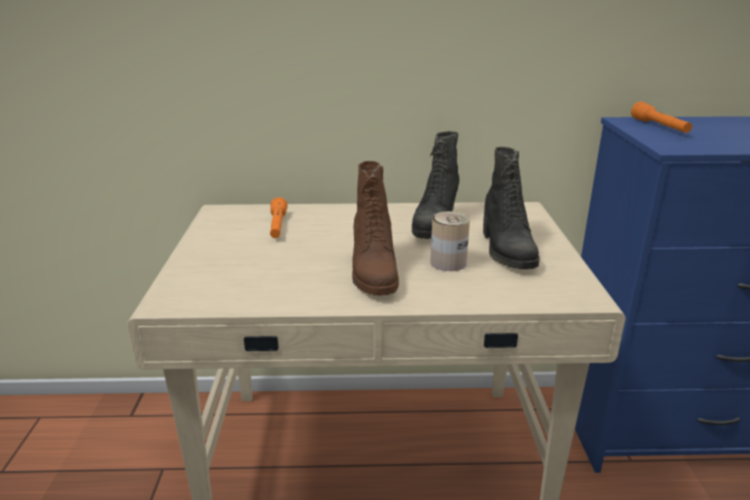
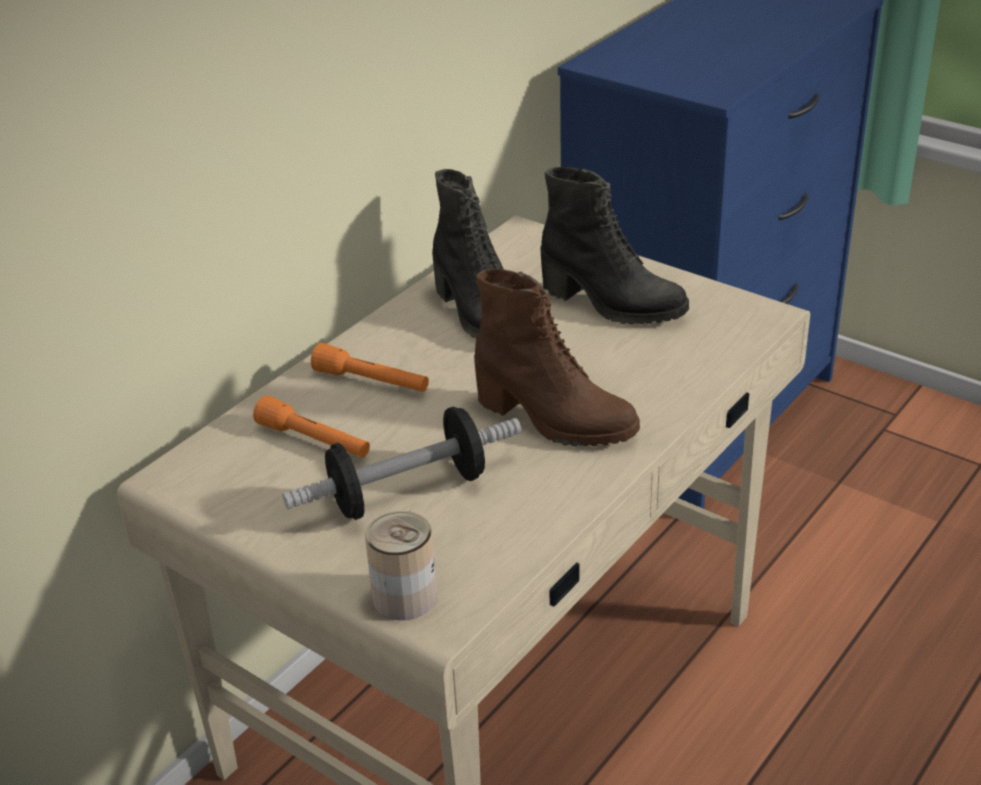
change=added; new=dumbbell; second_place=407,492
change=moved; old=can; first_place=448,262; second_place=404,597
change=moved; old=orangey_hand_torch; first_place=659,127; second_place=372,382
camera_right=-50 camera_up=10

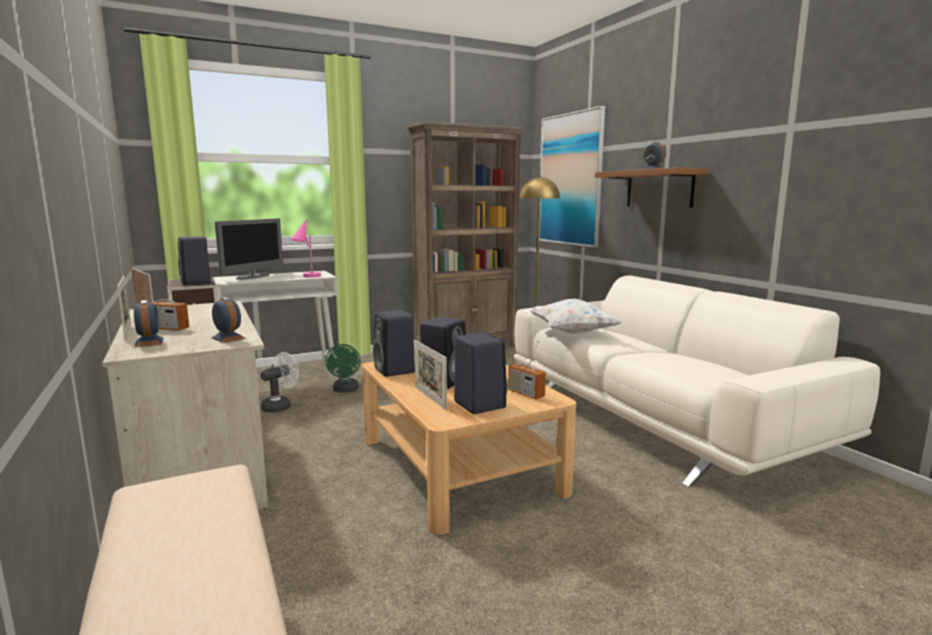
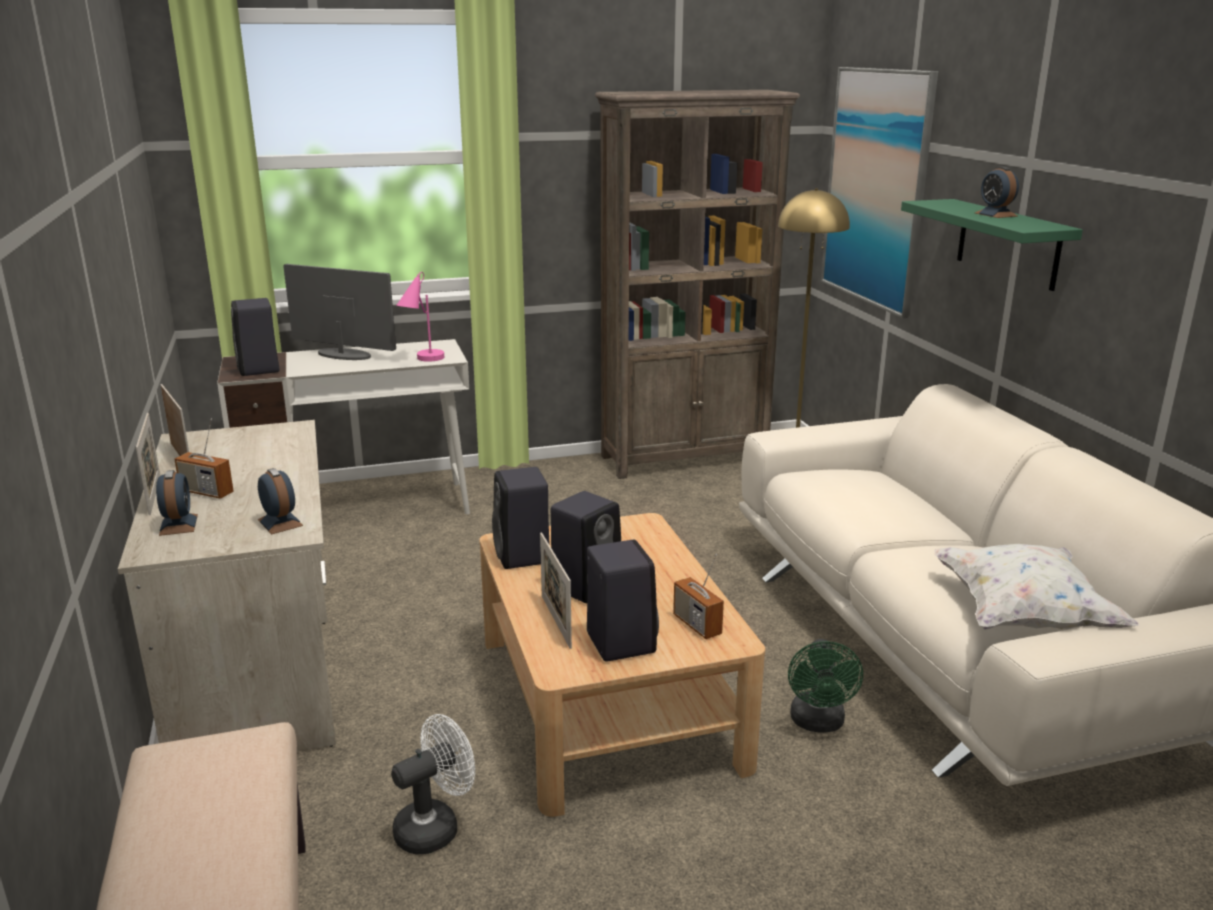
change=moved; old=white_electric_fan; first_place=280,406; second_place=435,827
change=moved; old=greenish_electric_fan; first_place=345,390; second_place=818,723
change=moved; old=white_throw_pillow; first_place=571,332; second_place=1021,615
change=recoloured; old=brownish_wall_shelf; new=greenish_wall_shelf; first_place=659,189; second_place=1008,243
change=turned; old=monitor; first_place=253,276; second_place=343,355; degrees=-105
camera_right=10 camera_up=10

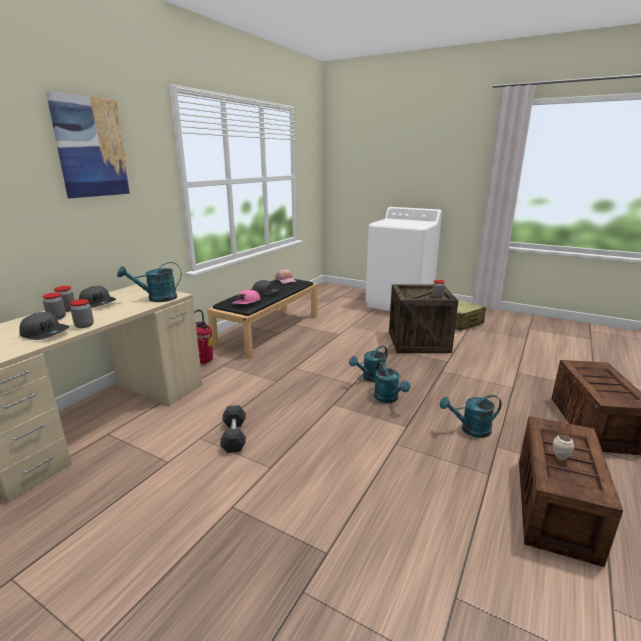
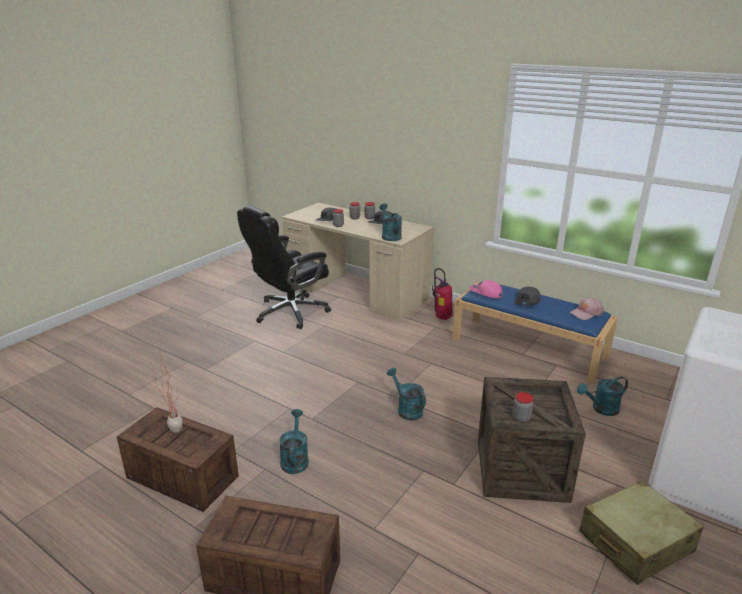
change=removed; old=wall_art; first_place=91,147
change=removed; old=grey_dumbbell; first_place=234,436
change=added; new=black_office_chair; second_place=290,312
change=moved; old=turquoise_watering_can; first_place=388,399; second_place=601,409
change=recoloured; old=black_indoor_bench; new=bluish_indoor_bench; first_place=269,330; second_place=529,348
camera_right=95 camera_up=5

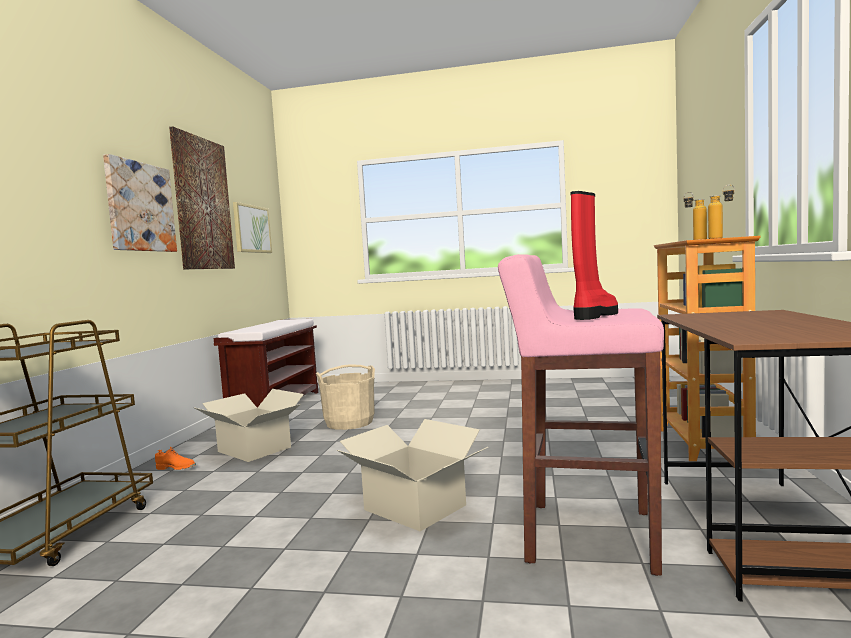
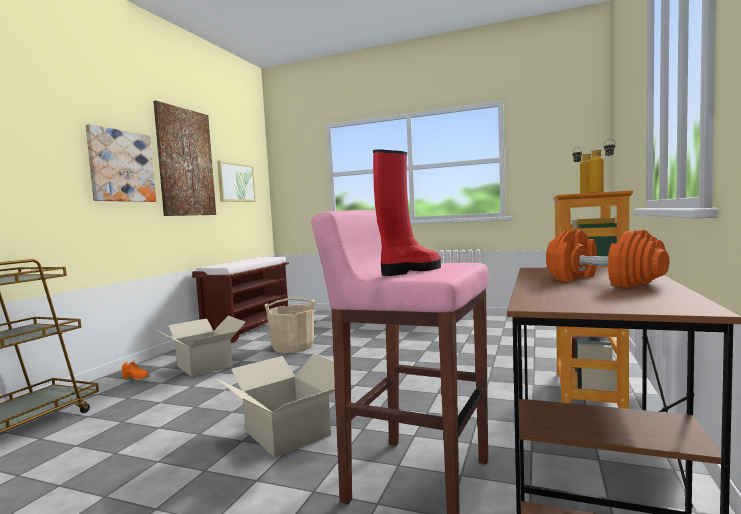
change=added; new=orangey_dumbbell; second_place=602,281
camera_right=10 camera_up=0

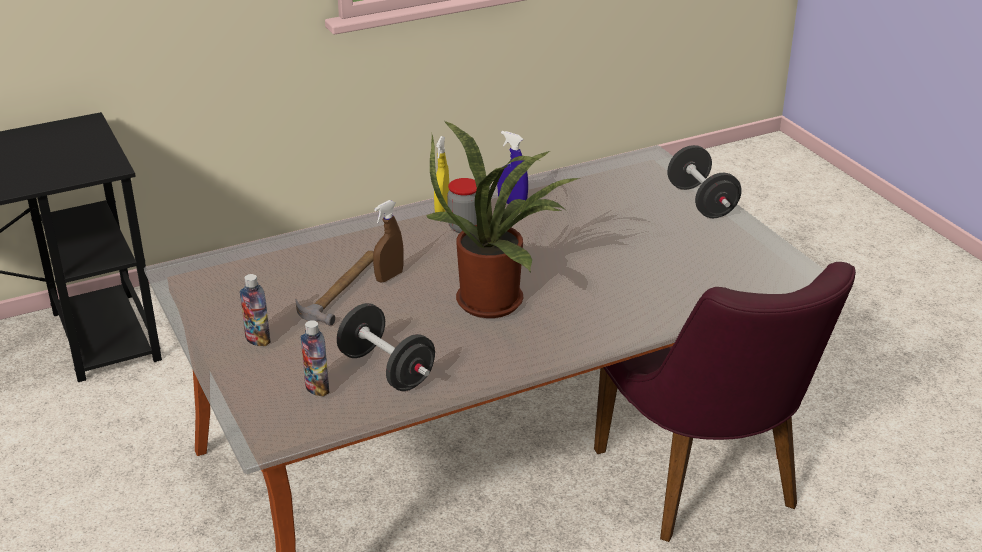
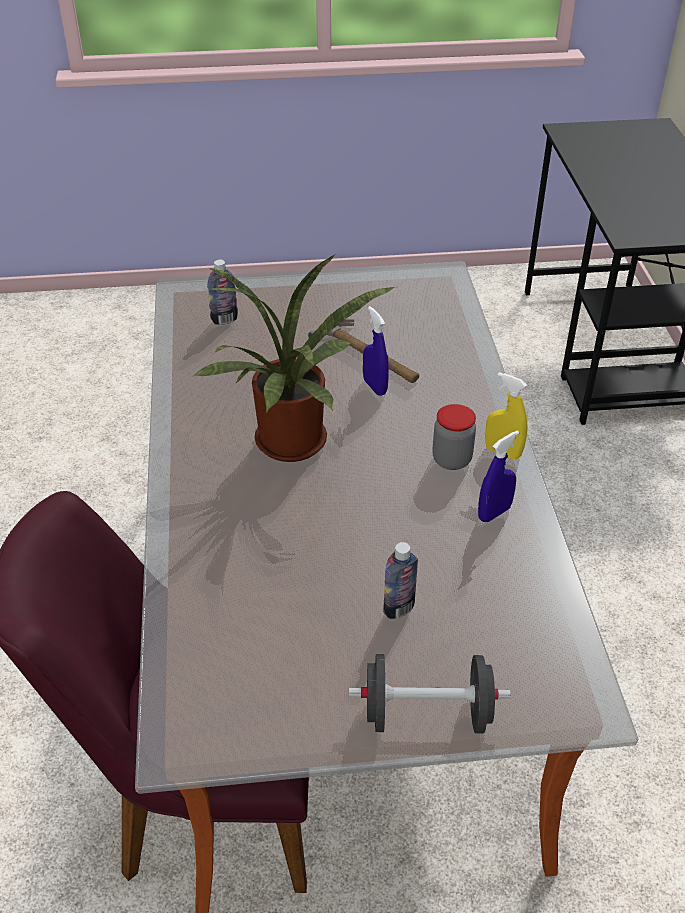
change=removed; old=black_dumbbell; first_place=386,370
change=moved; old=beverage_bottle; first_place=258,340; second_place=399,608
change=recoloured; old=brownish_hand_sprayer; new=bluish_hand_sprayer; first_place=389,276; second_place=374,387
camera_right=110 camera_up=10

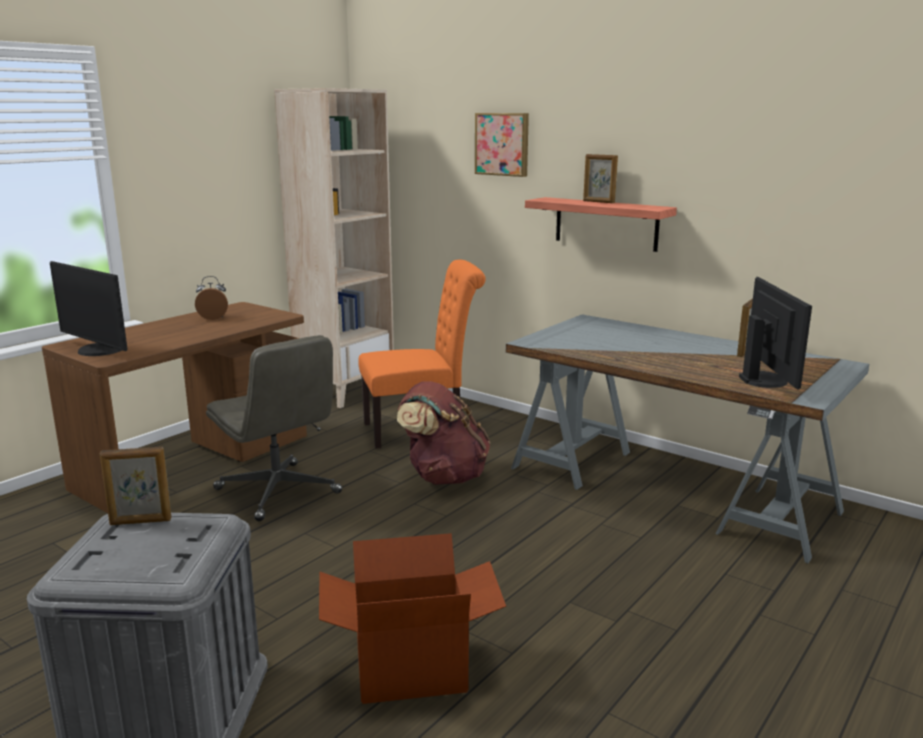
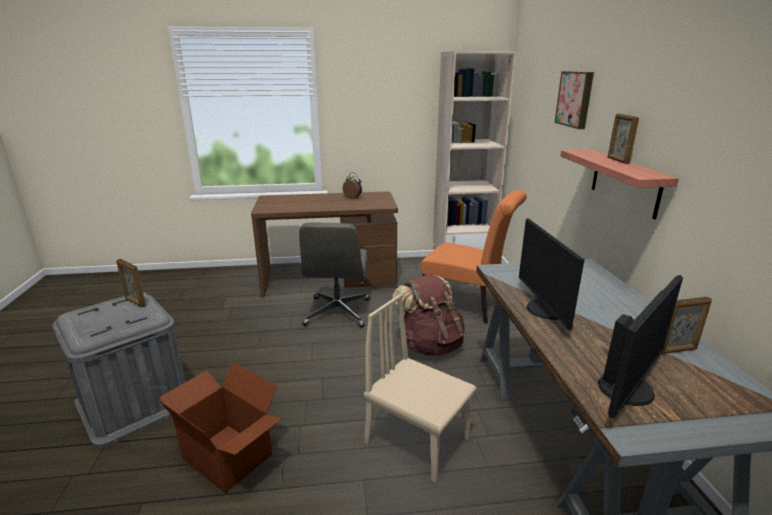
change=added; new=beige-coloured_upright_chair; second_place=417,440
change=moved; old=monitor; first_place=98,350; second_place=545,310
camera_right=45 camera_up=5

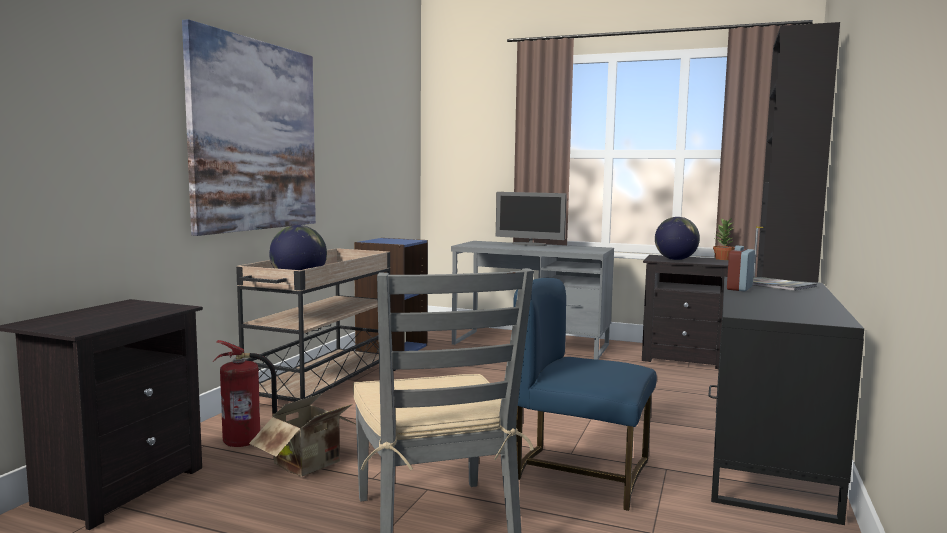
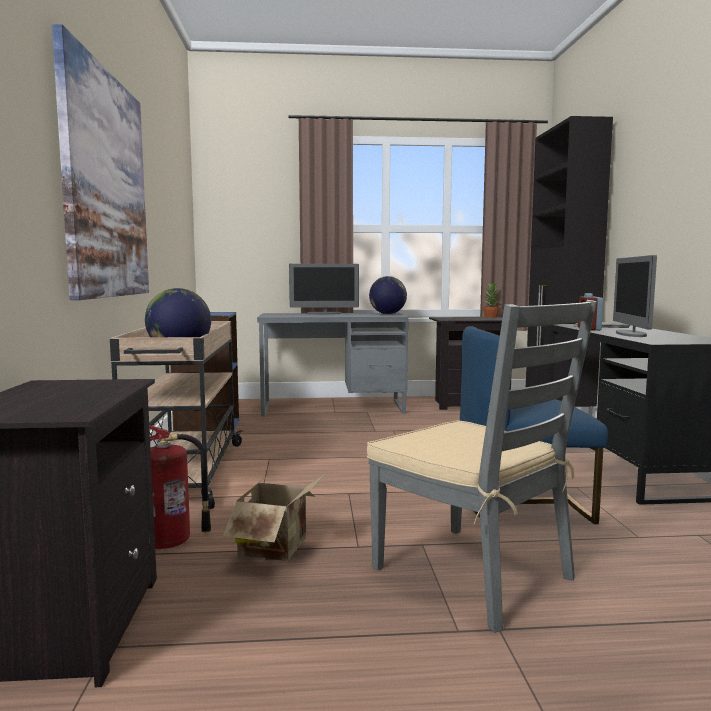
change=added; new=monitor; second_place=631,334
change=moved; old=world_globe; first_place=675,259; second_place=387,314
camera_right=-25 camera_up=0

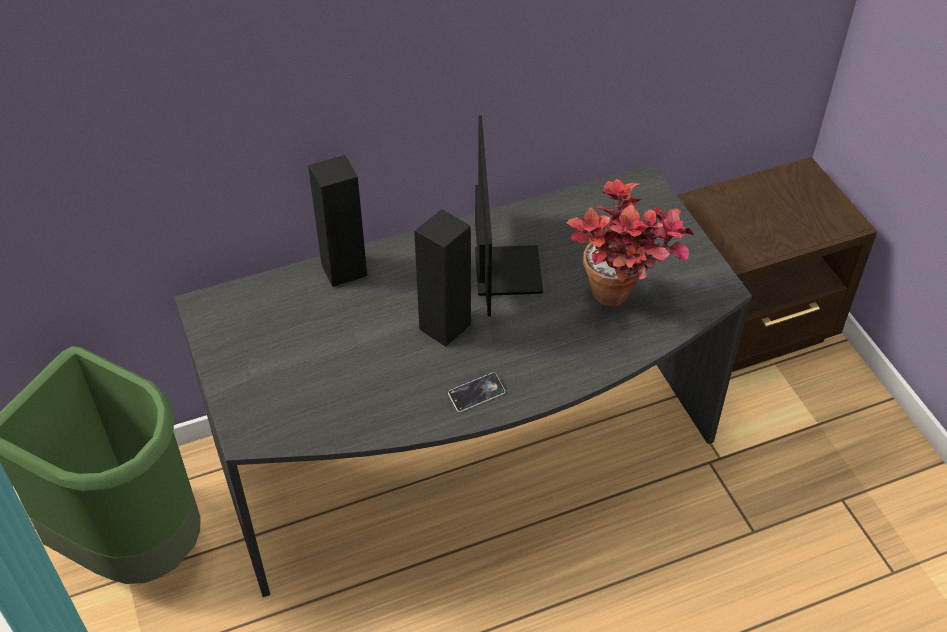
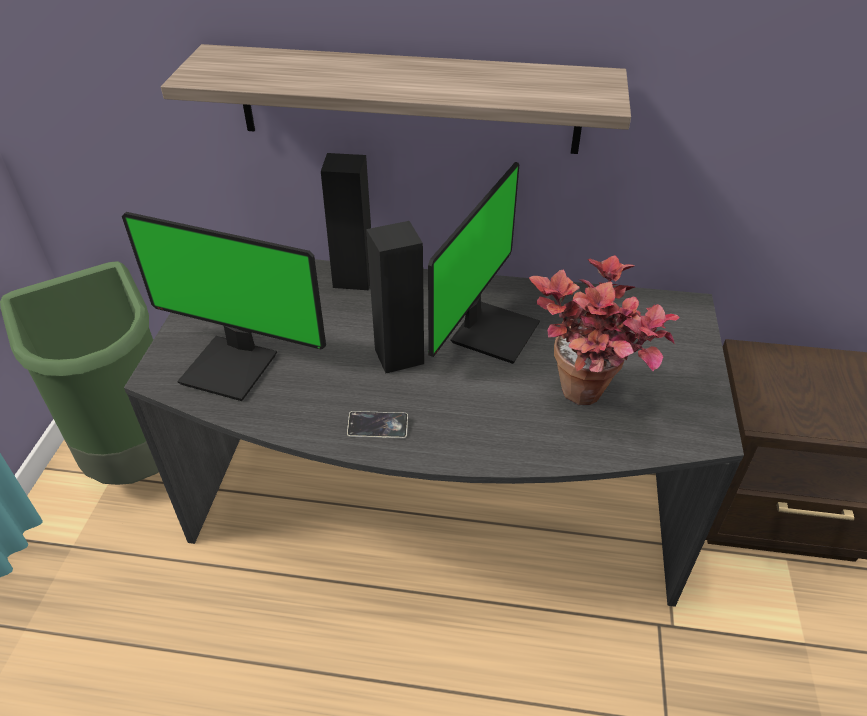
change=added; new=monitor; second_place=233,366
change=added; new=wall_shelf; second_place=408,100
camera_right=30 camera_up=-5

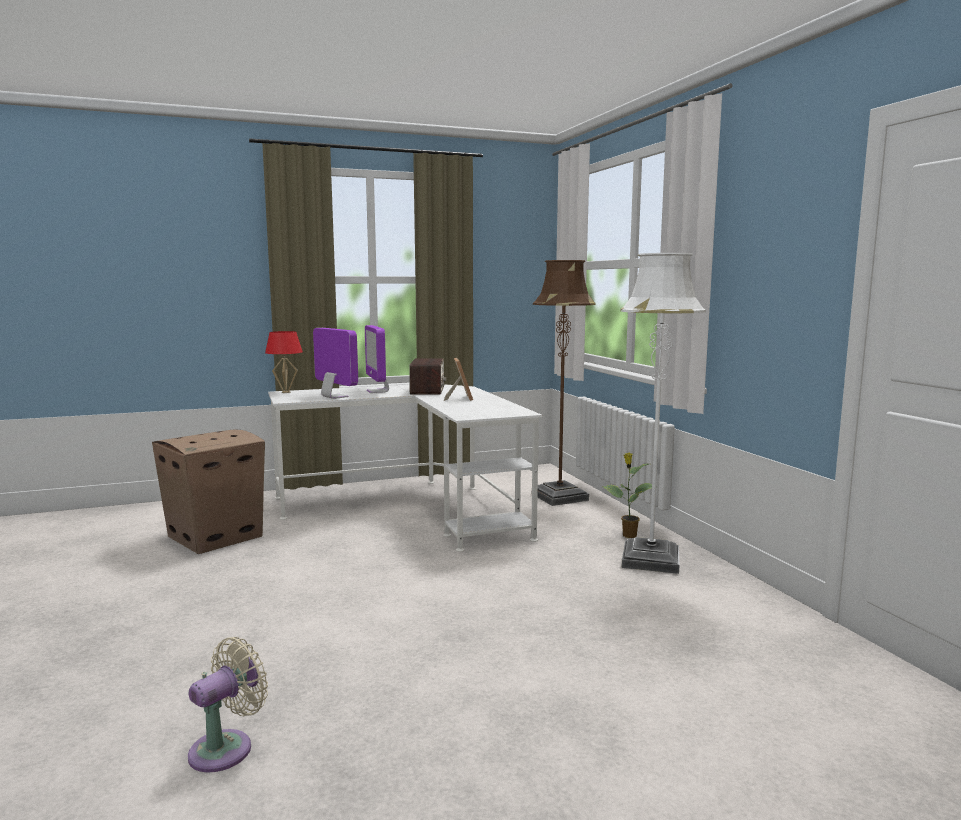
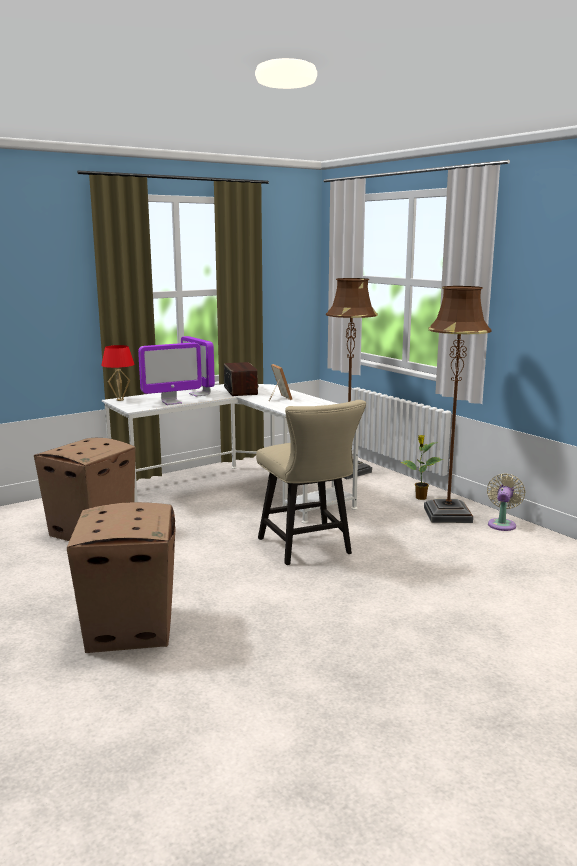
change=added; new=packing_box; second_place=130,628
change=added; new=beige-coloured_upright_chair; second_place=308,548
change=moved; old=beige-coloured_electric_fan; first_place=227,748; second_place=502,524
change=recoloured; old=white_standard_lamp; new=brownish_standard_lamp; first_place=650,560; second_place=447,515
change=turned; old=monitor; first_place=334,397; second_place=171,402; degrees=120
camera_right=-15 camera_up=5

